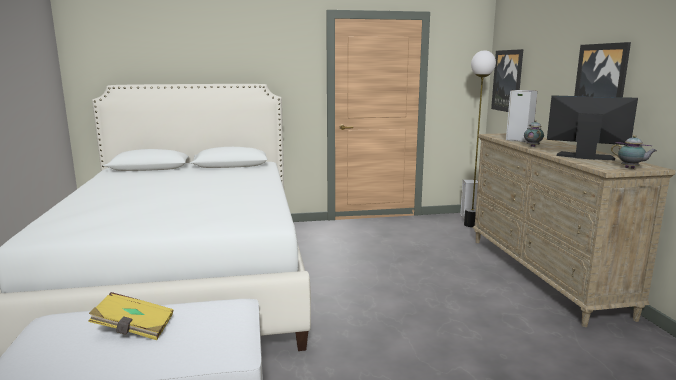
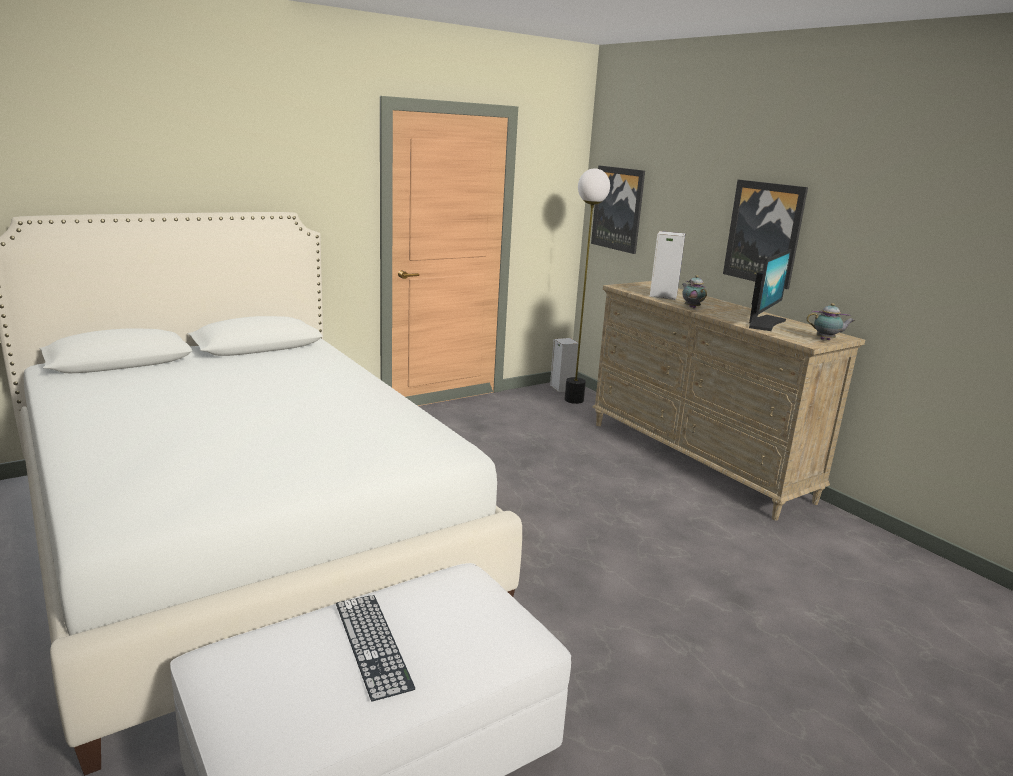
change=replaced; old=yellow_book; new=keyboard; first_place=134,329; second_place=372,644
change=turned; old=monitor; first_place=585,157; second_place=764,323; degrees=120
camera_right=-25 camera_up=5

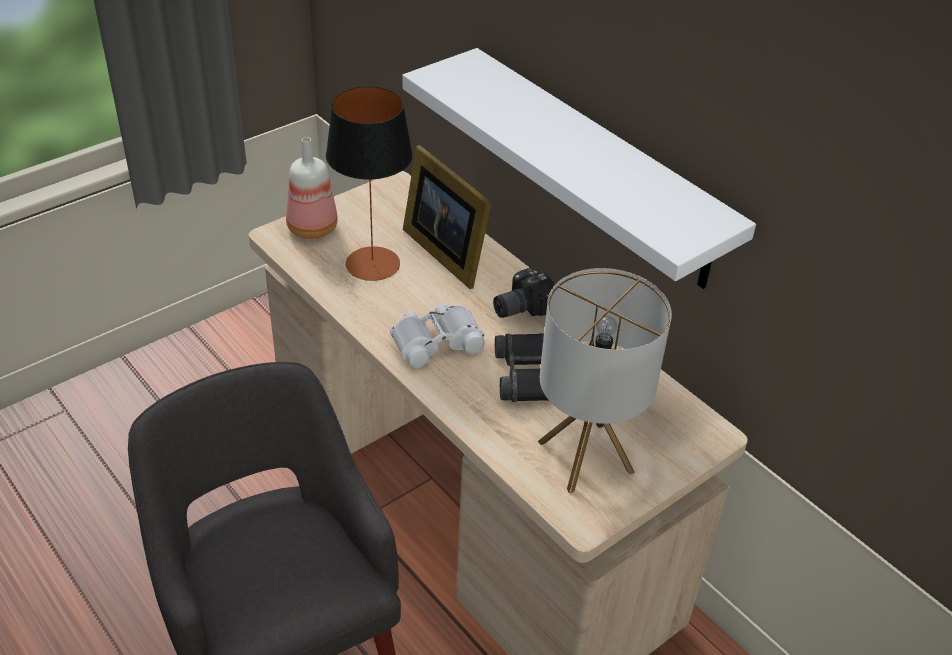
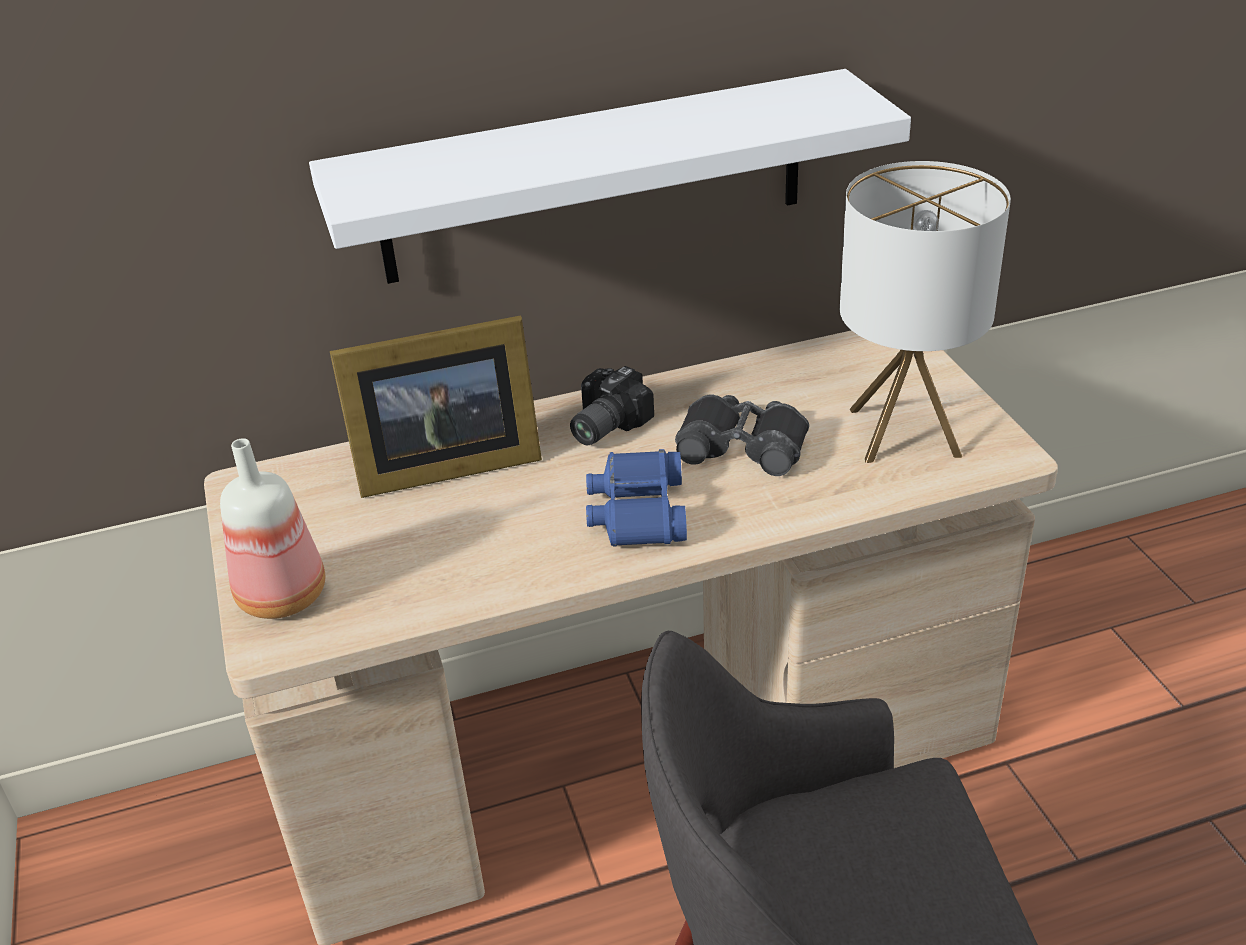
change=removed; old=table_lamp; first_place=372,263
change=recoloured; old=white_field_glasses; new=bluish_field_glasses; first_place=436,341; second_place=637,512
change=turned; old=still_camera; first_place=519,306; second_place=602,425; degrees=45
camera_right=-65 camera_up=-5

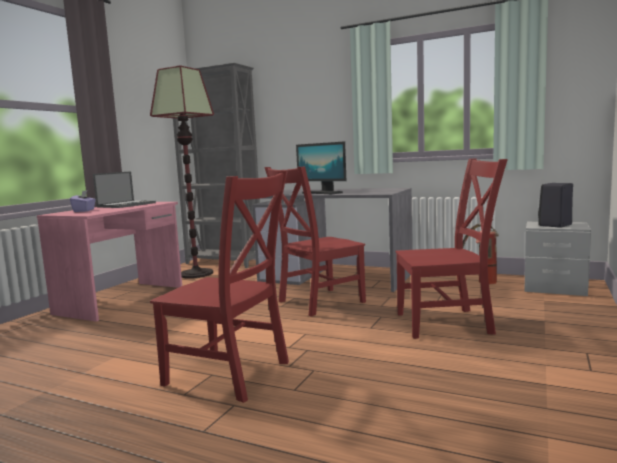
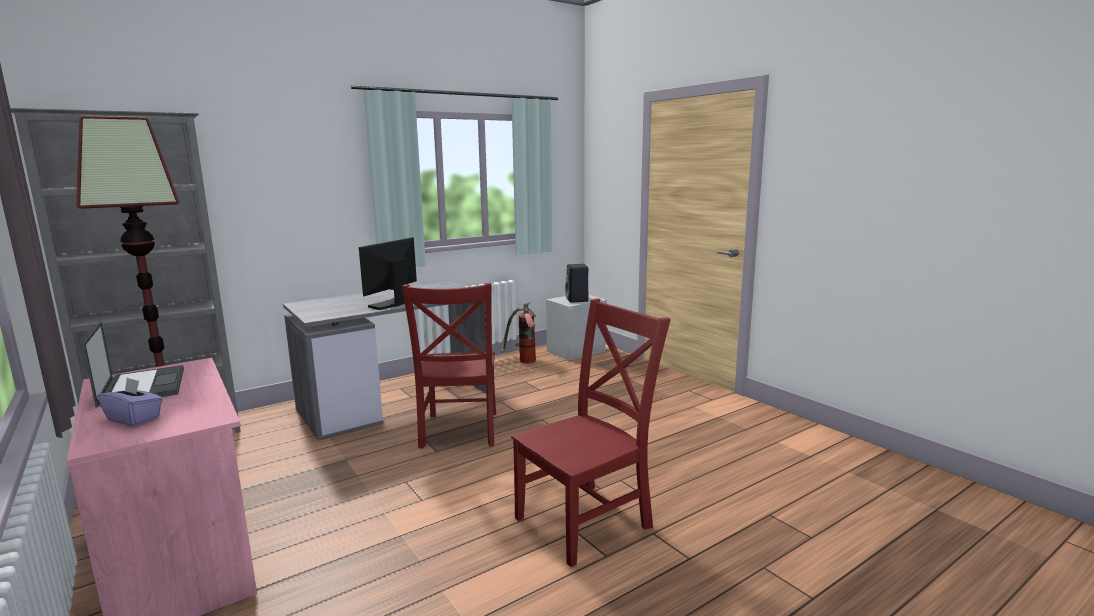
change=removed; old=red-coloured_upright_chair; first_place=448,323
change=turned; old=monitor; first_place=322,193; second_place=393,303; degrees=135
camera_right=-60 camera_up=5

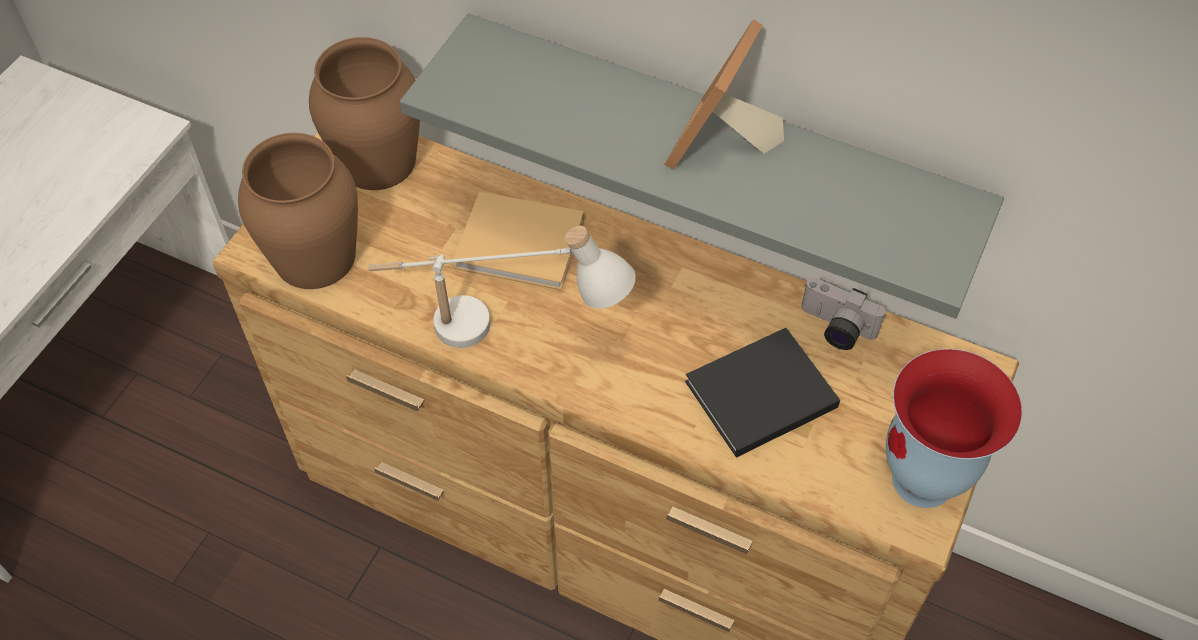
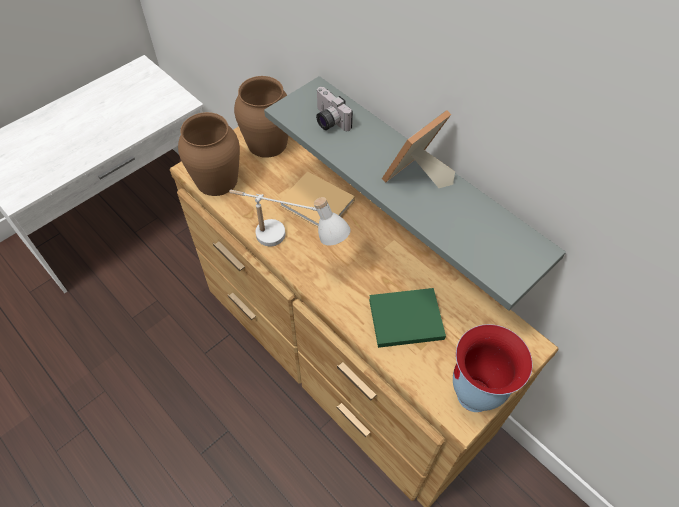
change=moved; old=still_camera; first_place=834,329; second_place=328,121
change=recoloured; old=black_book; new=greenish_book; first_place=757,396; second_place=403,319
camera_right=20 camera_up=0

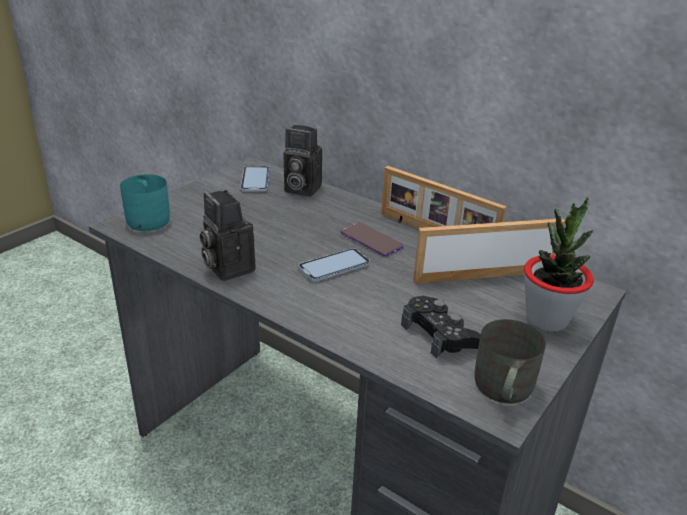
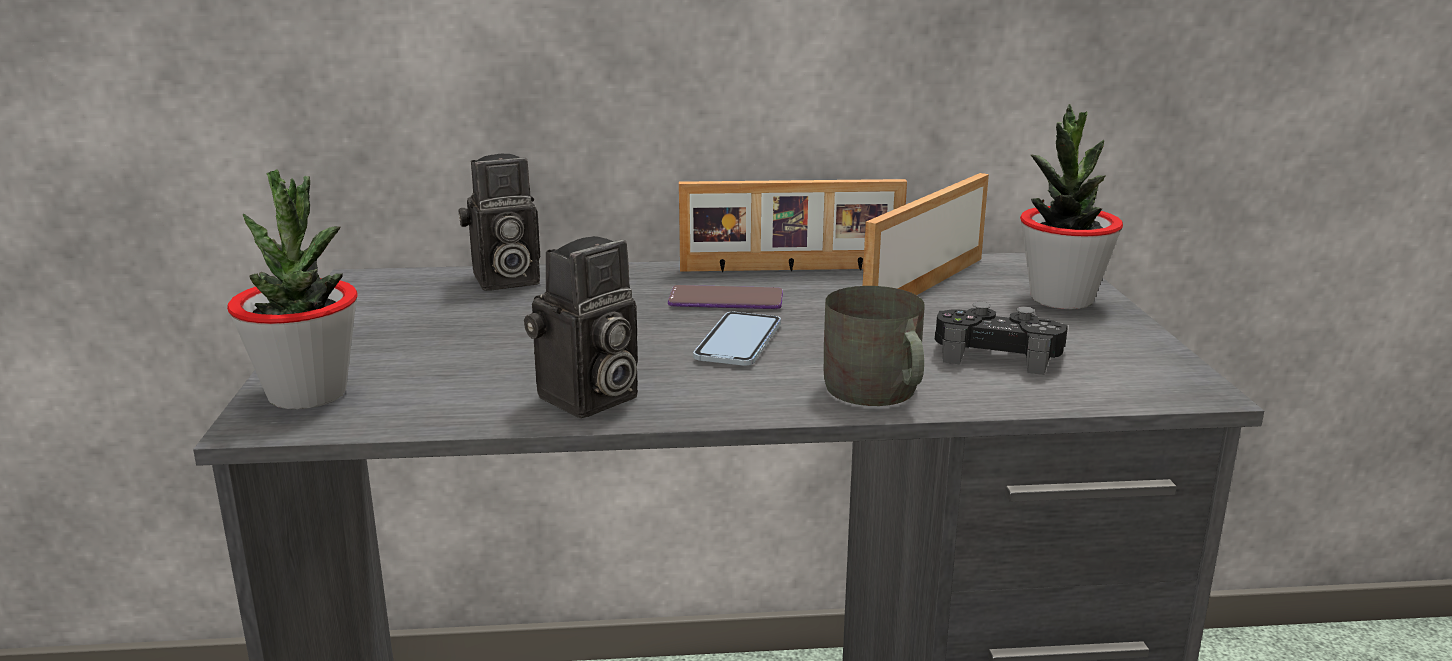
change=removed; old=telephone; first_place=255,180
change=moved; old=grey_coffee_mug; first_place=502,389; second_place=877,393
change=replaced; old=turquoise_coffee_mug; new=potted_plant; first_place=149,218; second_place=308,394
change=turned; old=still_camera; first_place=226,267; second_place=588,400; degrees=-60
camera_right=-40 camera_up=-10

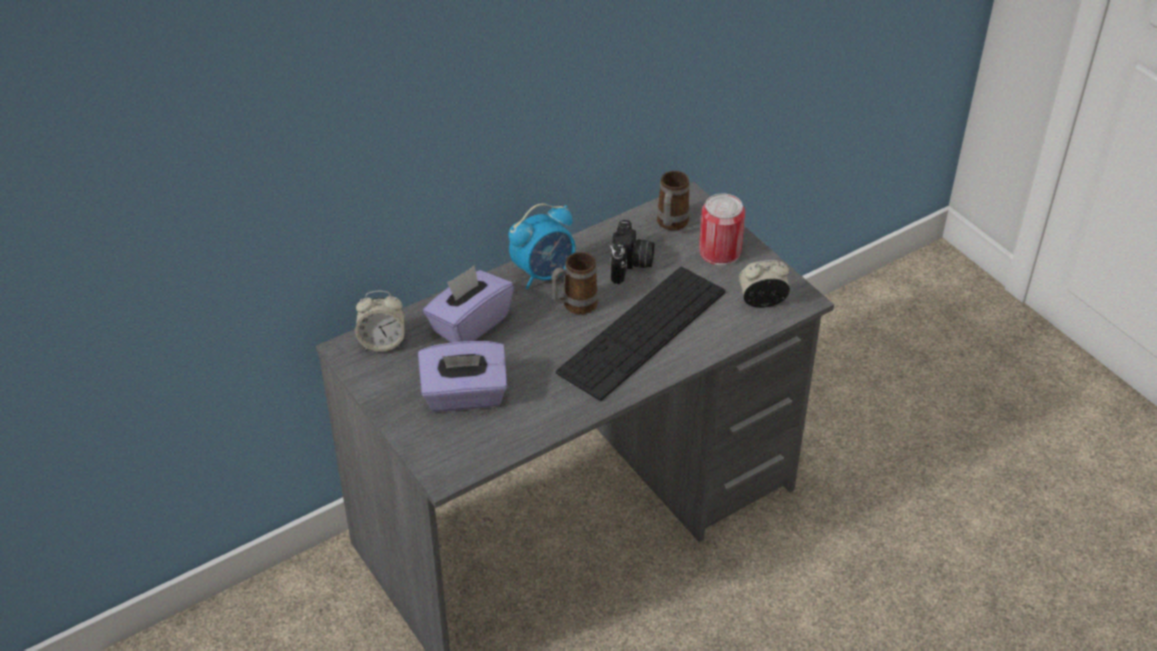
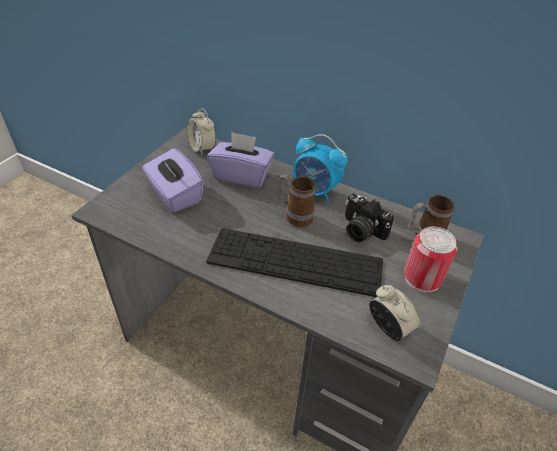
change=turned; old=still_camera; first_place=631,265; second_place=361,231; degrees=60
camera_right=60 camera_up=0

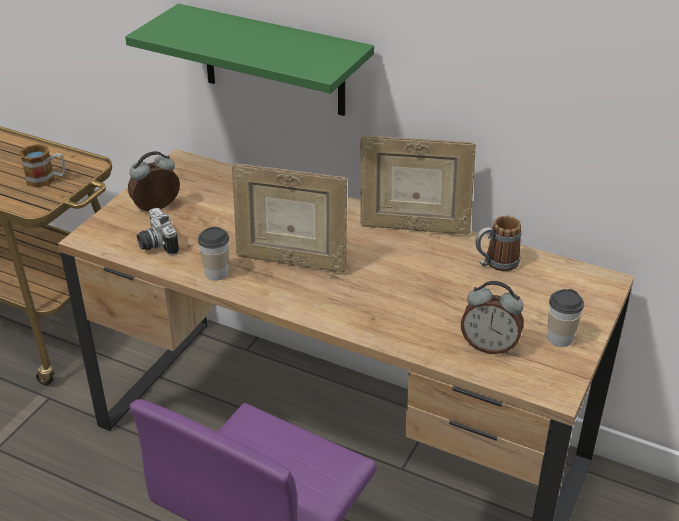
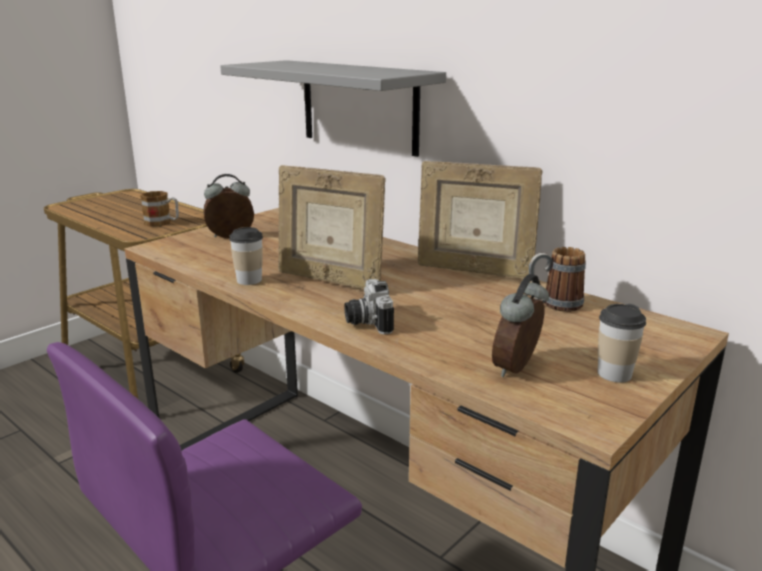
change=moved; old=still_camera; first_place=155,244; second_place=366,322
change=recoloured; old=greenish_wall_shelf; new=grey_wall_shelf; first_place=273,61; second_place=359,106
change=turned; old=alarm_clock; first_place=489,346; second_place=518,369; degrees=90
camera_right=15 camera_up=-15

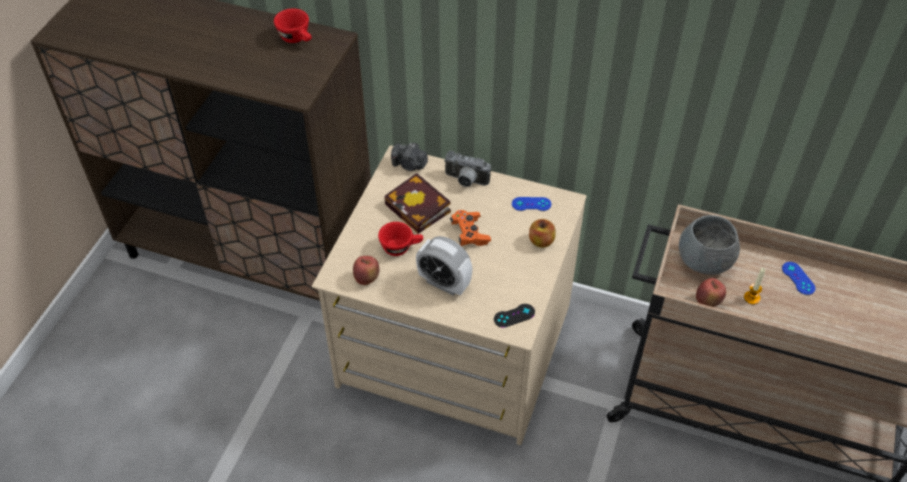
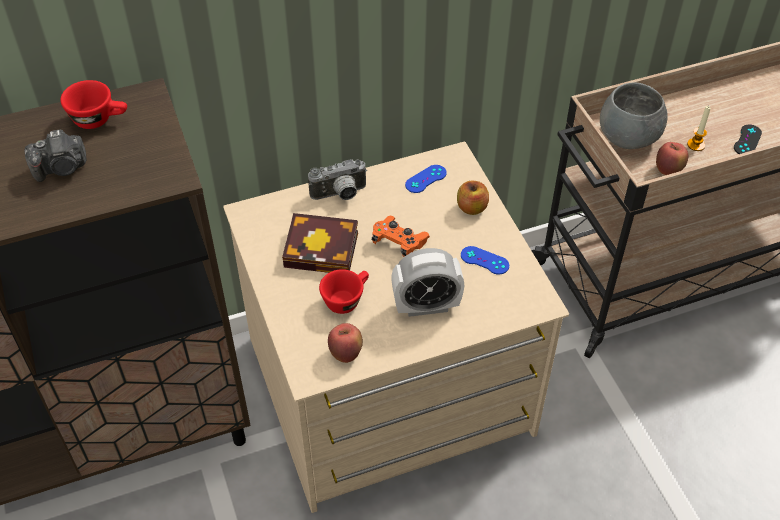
change=moved; old=still_camera; first_place=409,165; second_place=61,168
change=moved; old=black_game_controller; first_place=514,315; second_place=747,140
change=moved; old=bluish_game_controller; first_place=798,278; second_place=484,260
camera_right=-40 camera_up=0

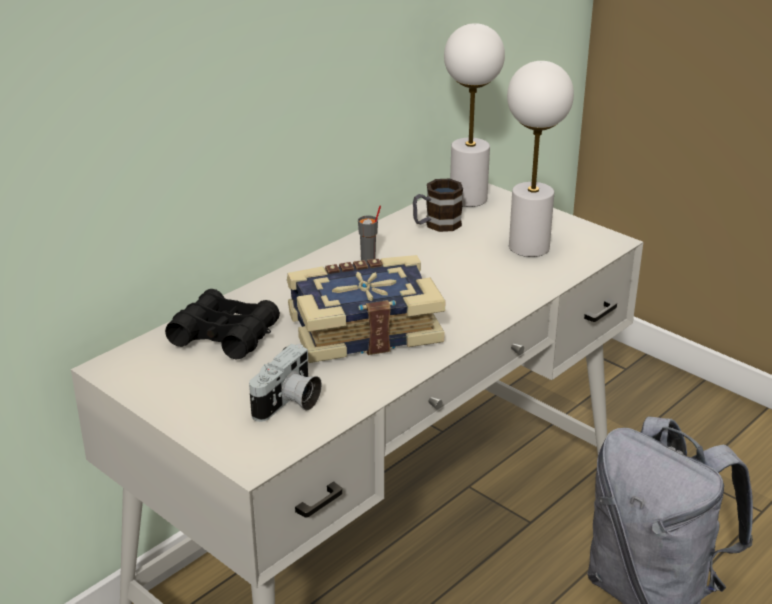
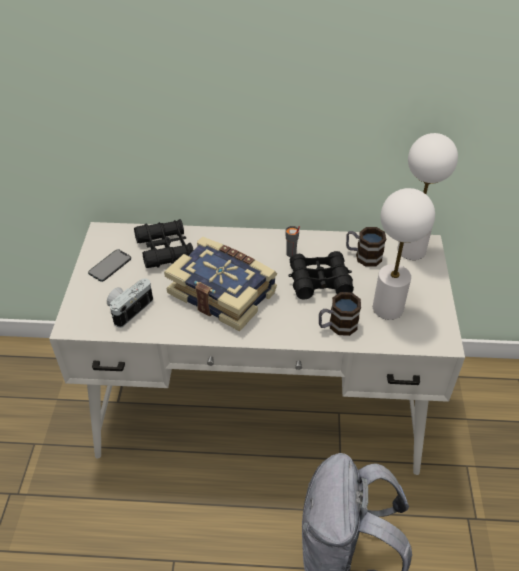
change=added; new=telephone; second_place=110,265
change=added; new=black_field_glasses; second_place=319,281
change=added; new=coffee_mug; second_place=337,326
change=turned; old=still_camera; first_place=289,403; second_place=129,308; degrees=135
camera_right=50 camera_up=15

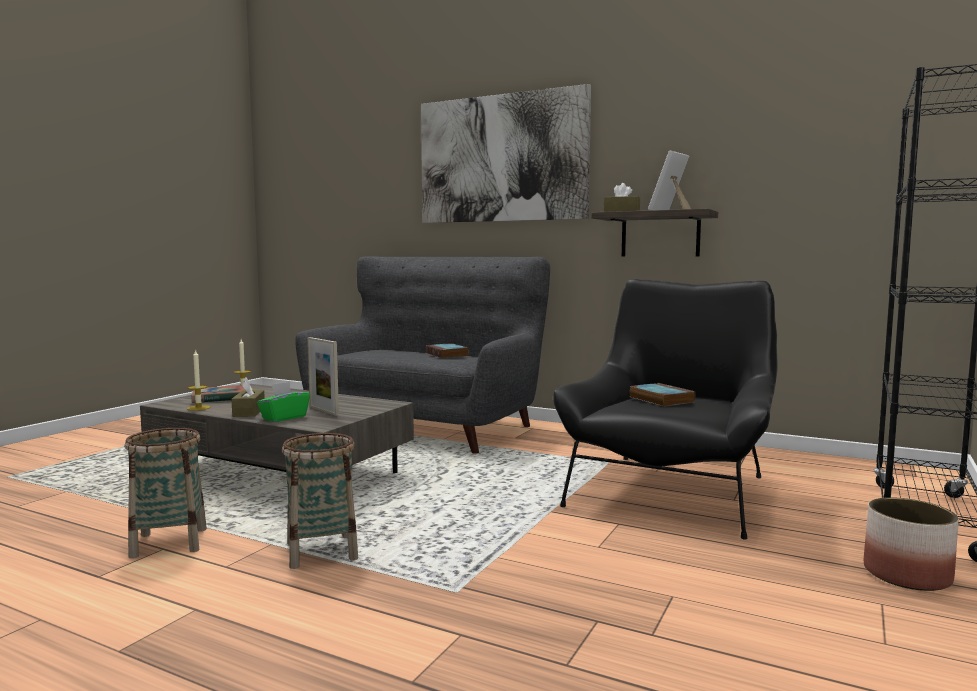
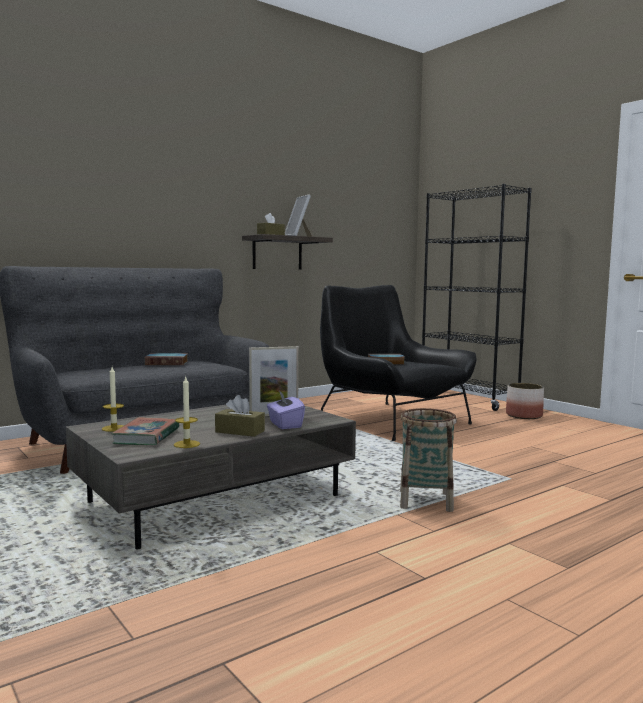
change=removed; old=household_basket; first_place=169,542
change=removed; old=wall_art; first_place=502,159
change=recoloured; old=greenish_box_of_tissues; new=purple-coloured_box_of_tissues; first_place=284,417; second_place=285,425
camera_right=-65 camera_up=0

